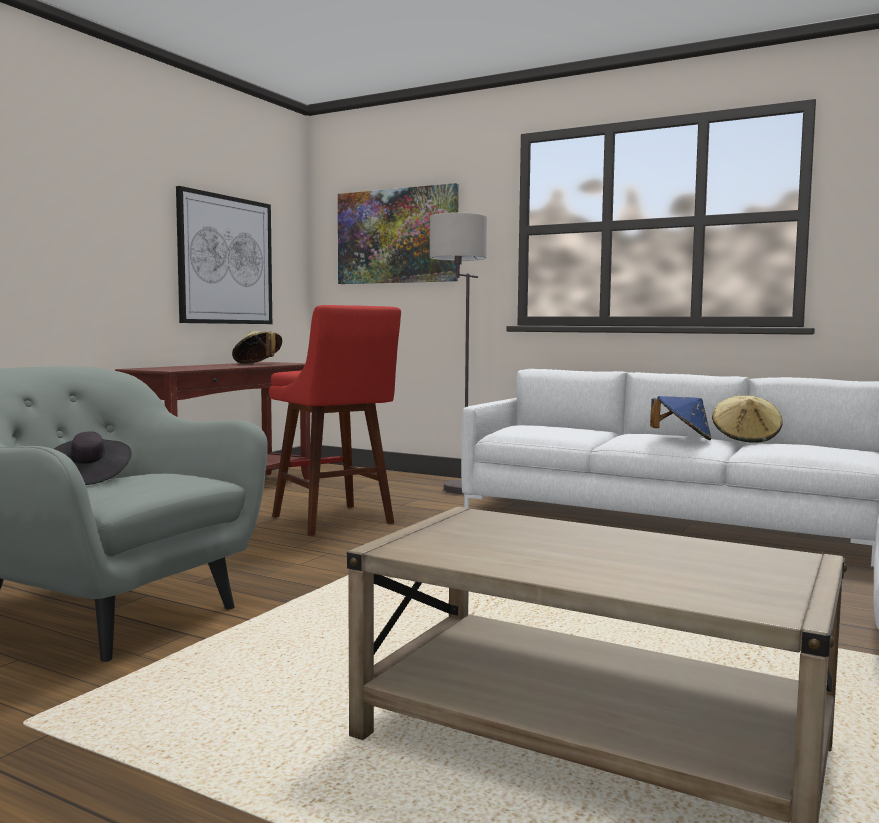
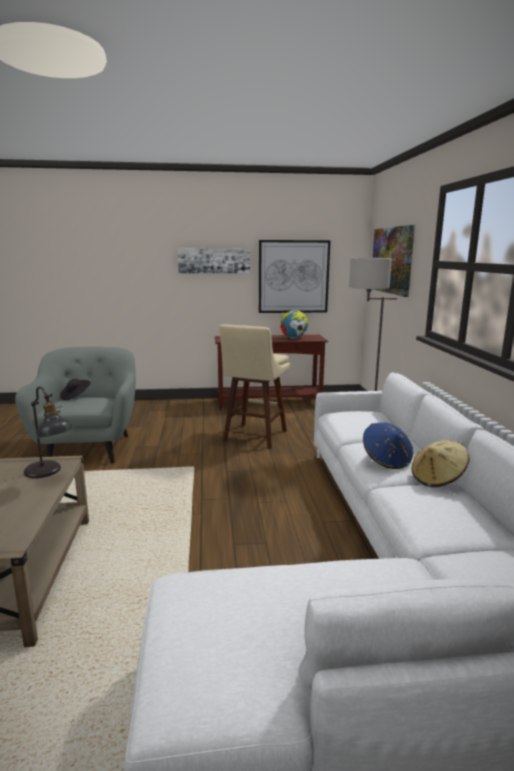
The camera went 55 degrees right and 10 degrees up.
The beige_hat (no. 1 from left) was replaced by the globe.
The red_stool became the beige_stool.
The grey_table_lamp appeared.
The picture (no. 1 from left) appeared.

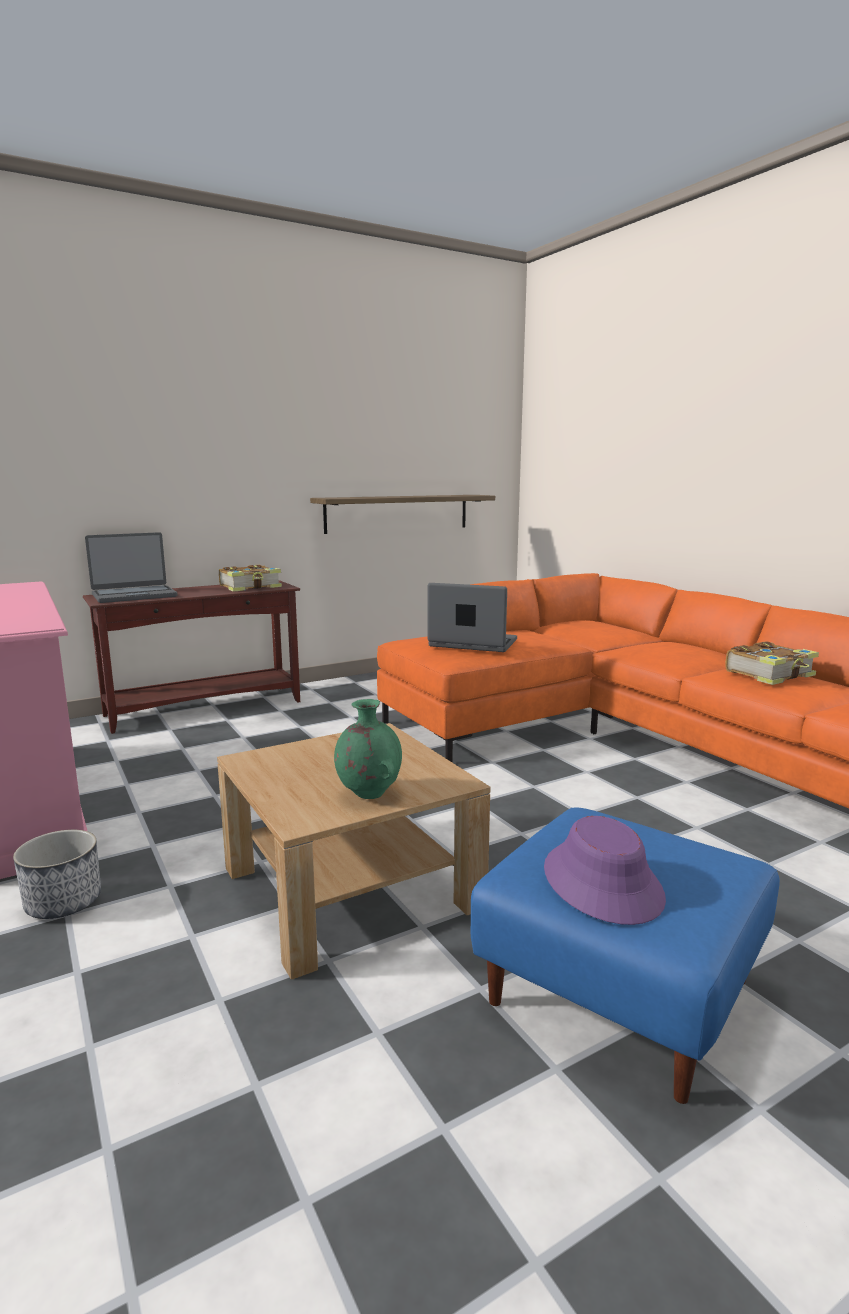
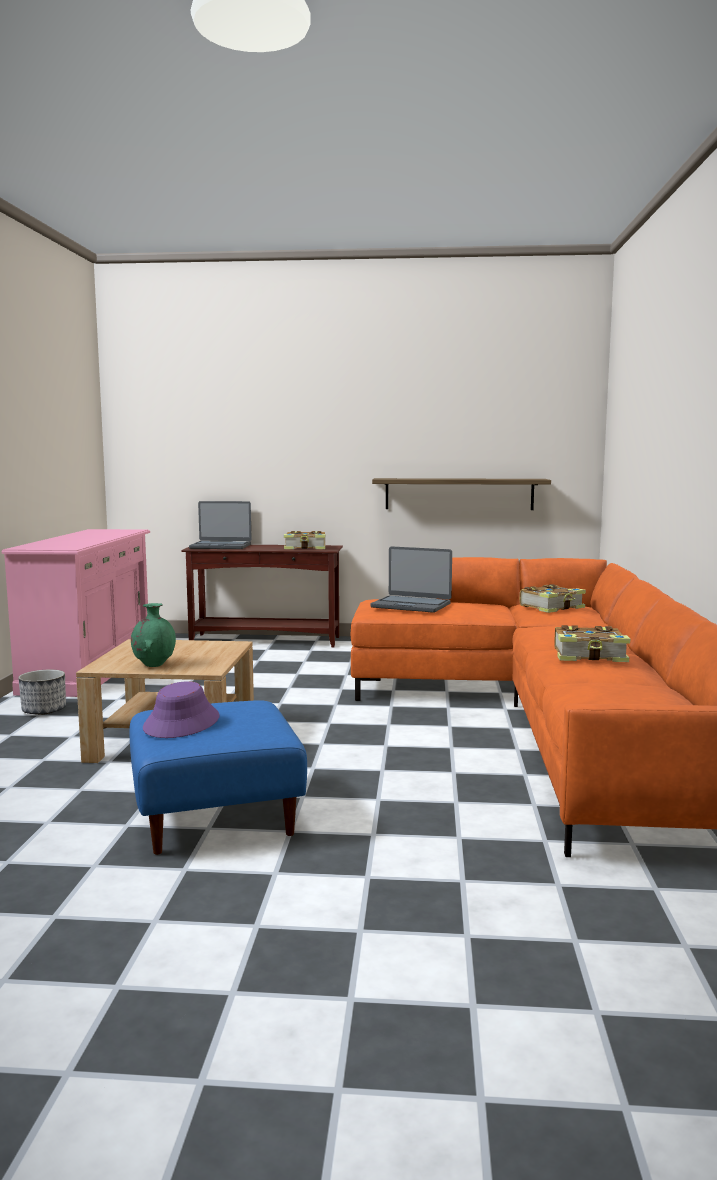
The camera went 35 degrees right and 5 degrees down.
The laptop (no. 2 from left) turned 150 degrees clockwise.
The book (no. 2 from left) appeared.

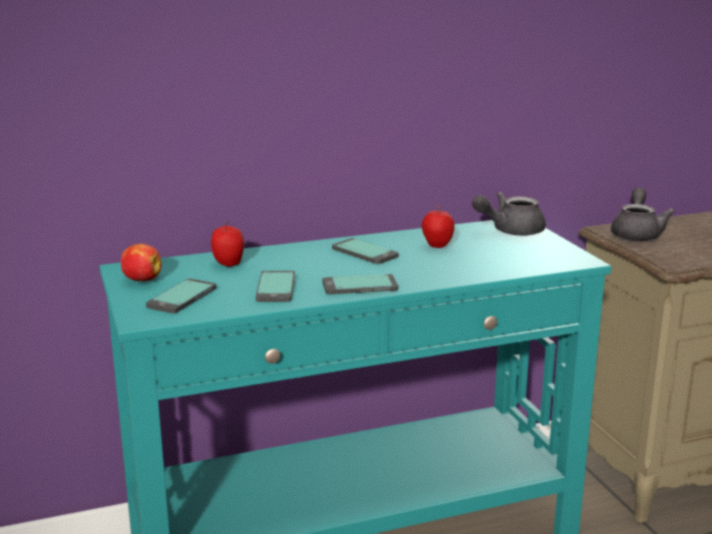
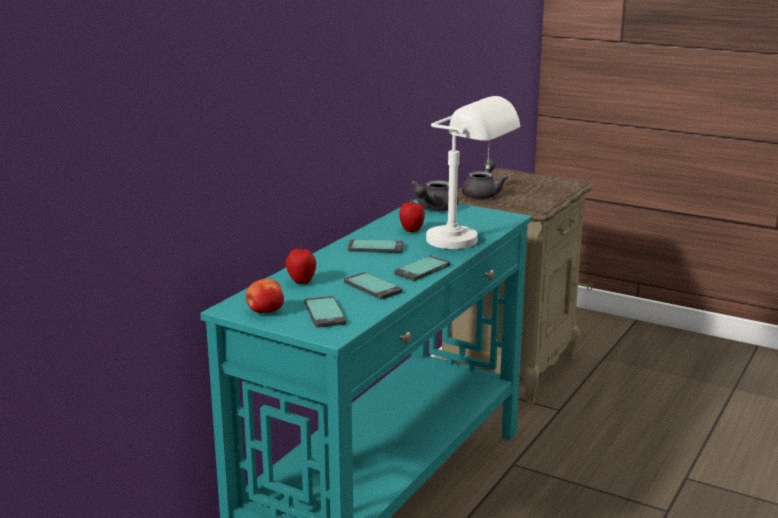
The camera went 40 degrees left and 0 degrees up.
The grey_teapot (no. 2 from left) turned 45 degrees clockwise.
The white_table_lamp appeared.

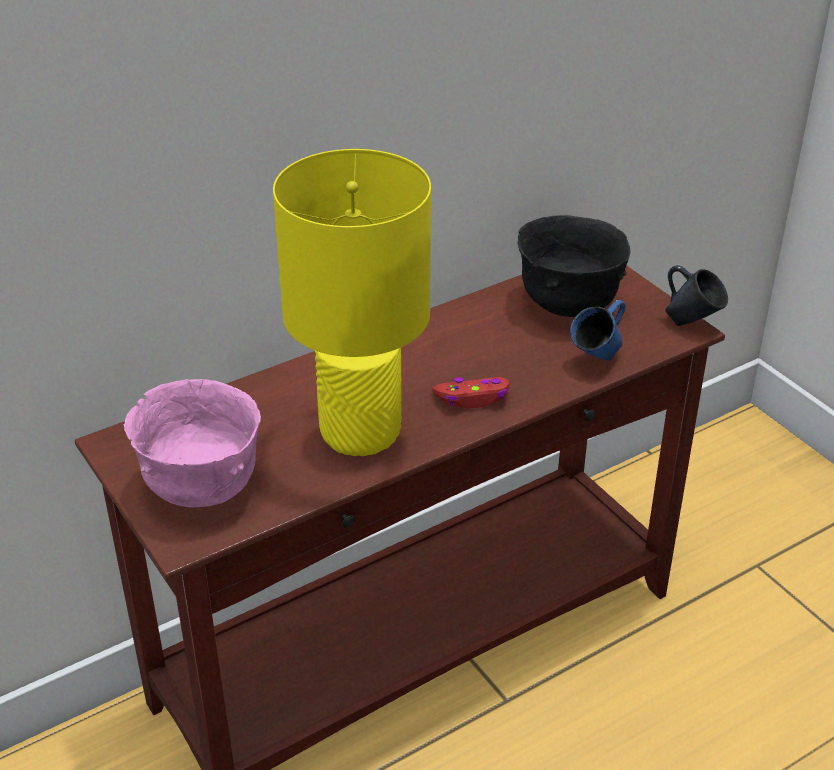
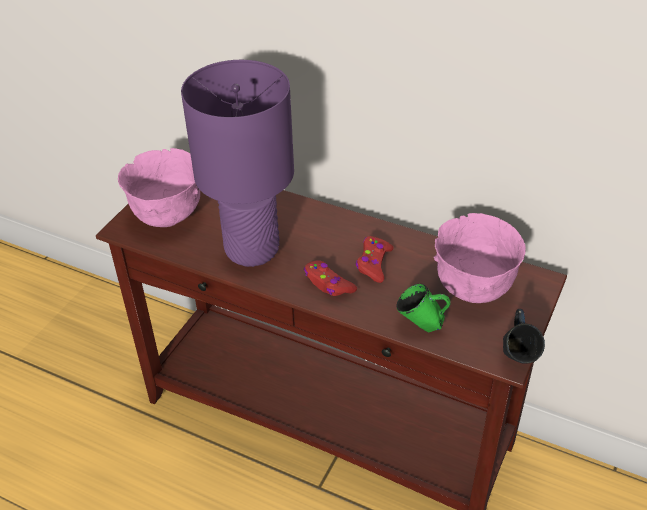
The camera went 60 degrees right and 5 degrees up.
The yellow_table_lamp became the purple_table_lamp.
The black_bowl became the pink_bowl (no. 2 from left).
The blue_mug (no. 1 from left) became the green_mug.
The red_game_controller (no. 2 from left) appeared.

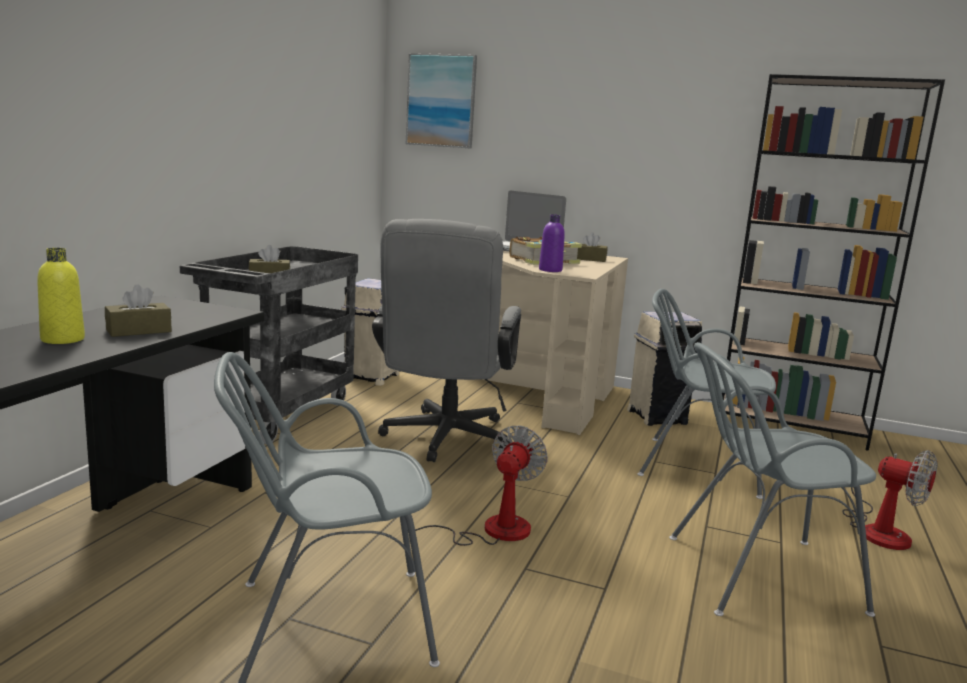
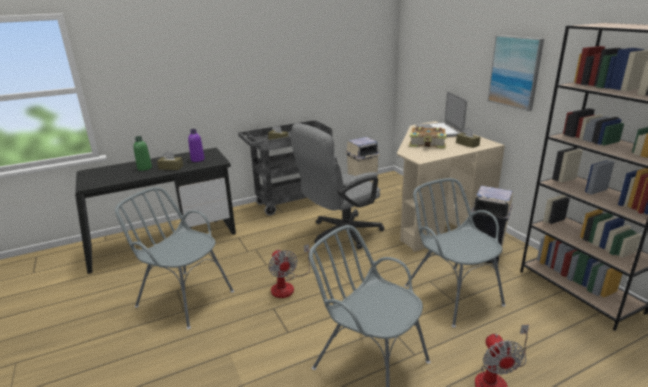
The camera went 45 degrees right and 10 degrees up.
The yellow_bottle became the green_bottle.
The picture moved.
The fan (no. 1 from left) turned 90 degrees clockwise.
The purple_bottle moved.

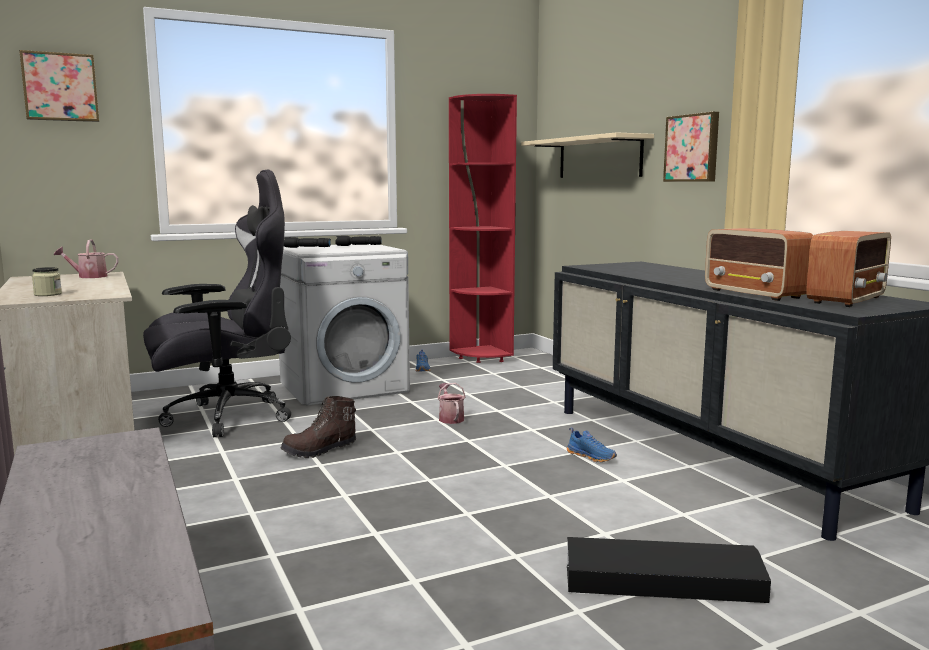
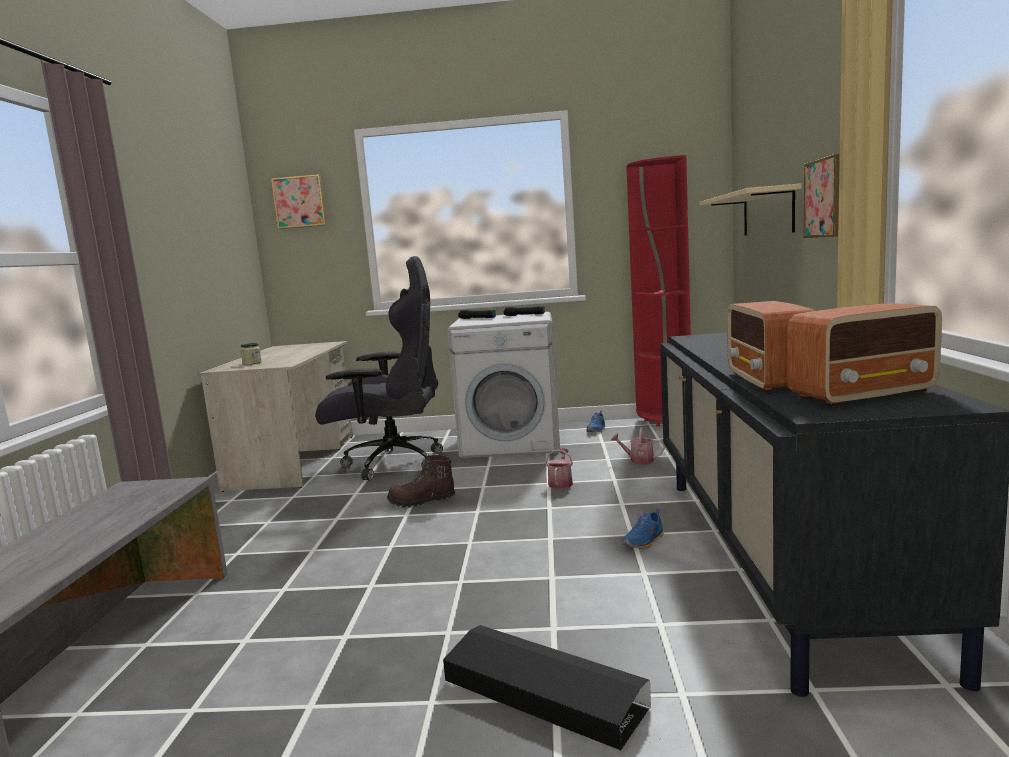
The camera went 30 degrees right and 0 degrees up.
The watering_can (no. 1 from left in the first image) moved.
The blue_shoe (no. 2 from left) turned 60 degrees clockwise.

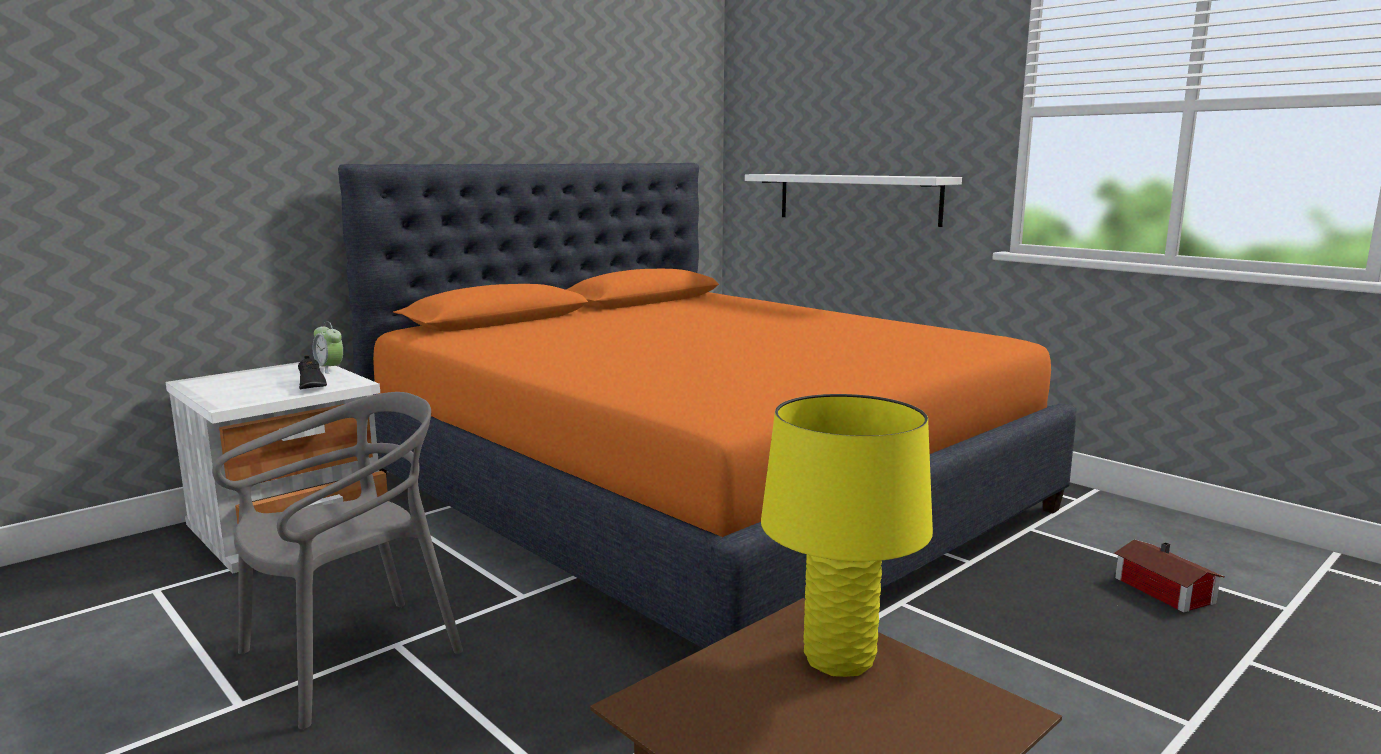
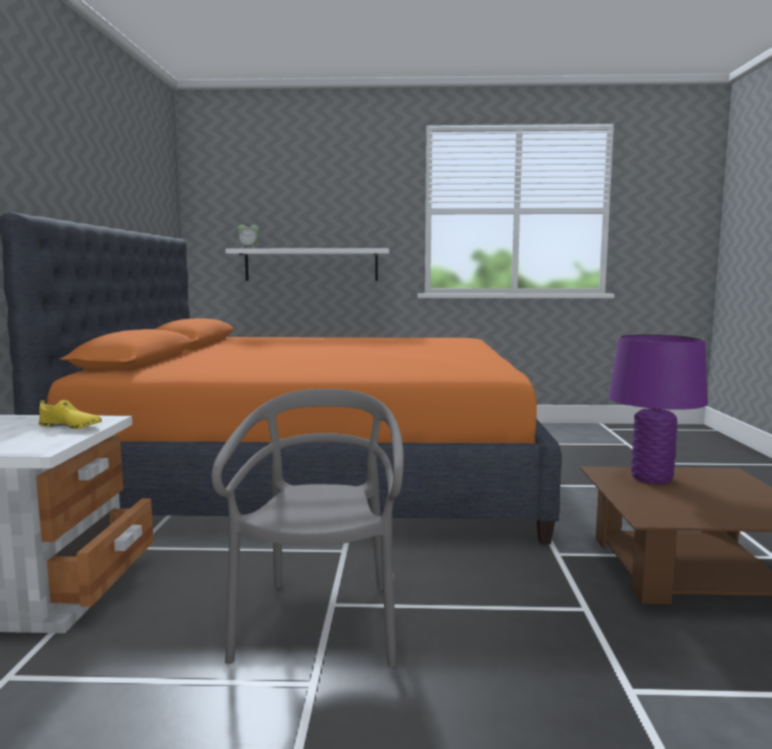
The camera went 45 degrees left and 5 degrees down.
The black_shoe became the yellow_shoe.
The alarm_clock moved.
The yellow_table_lamp became the purple_table_lamp.
The toy_house disappeared.

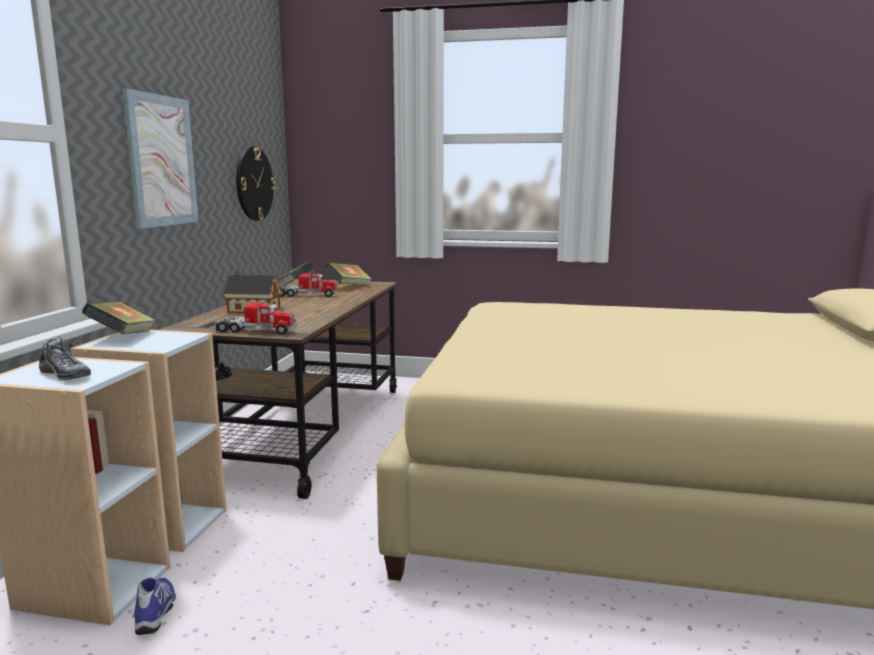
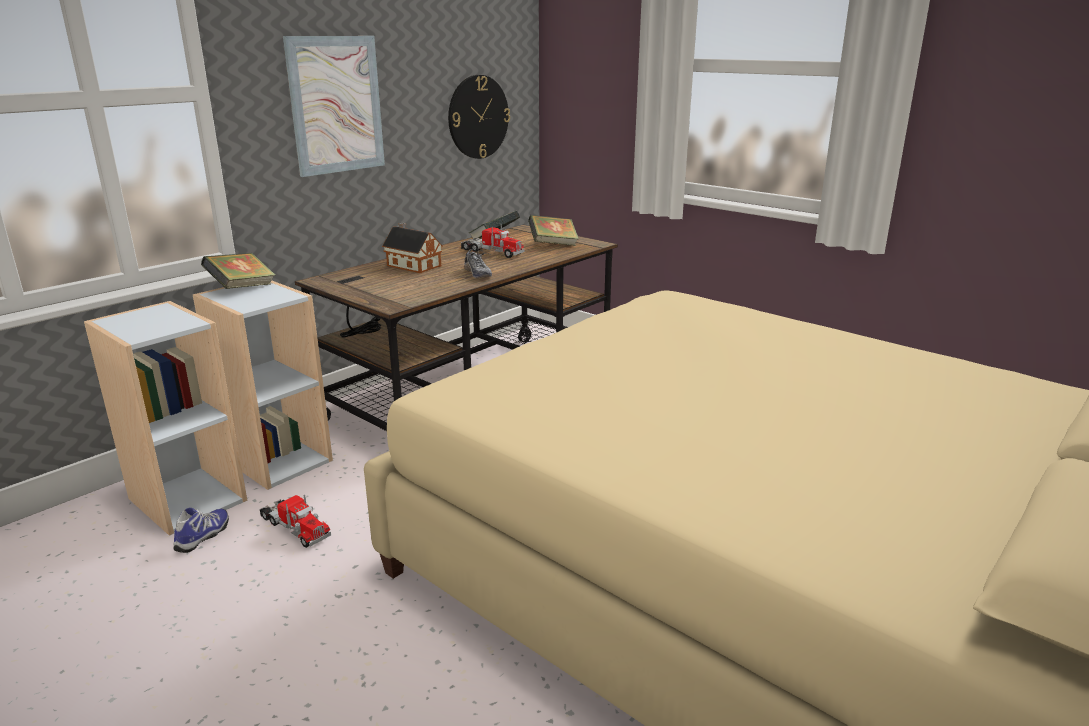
The camera went 30 degrees right and 10 degrees up.
The shoe (no. 1 from left in the first image) moved.
The toy_truck (no. 1 from left) moved.

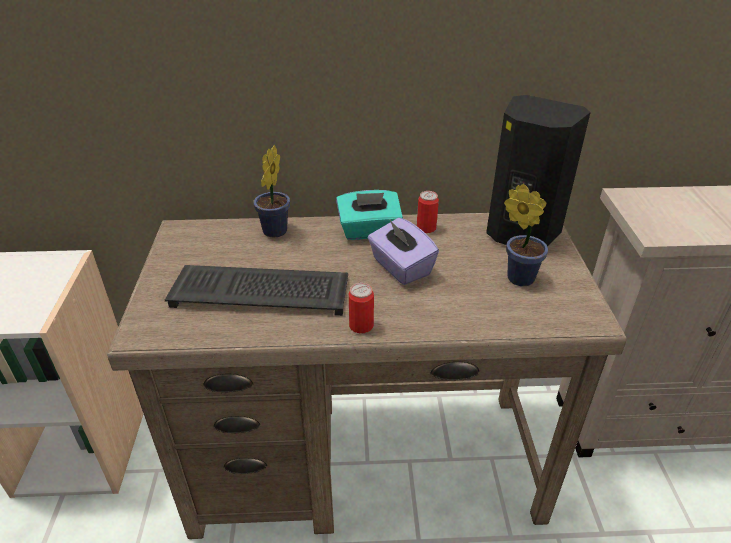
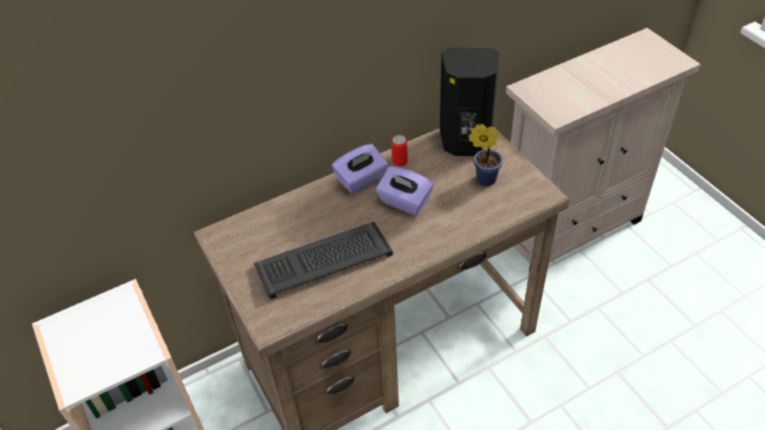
The camera went 25 degrees left and 10 degrees up.
The potted_plant (no. 1 from left) disappeared.
The turquoise_tissue_box became the purple_tissue_box (no. 1 from left).
The can (no. 1 from left) disappeared.

